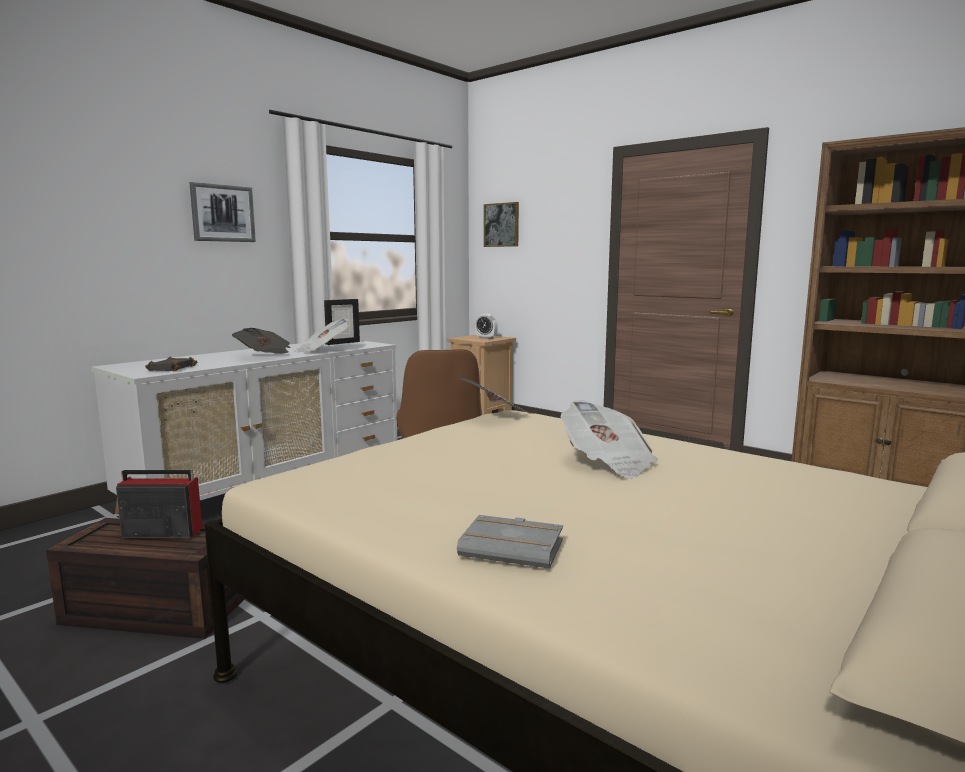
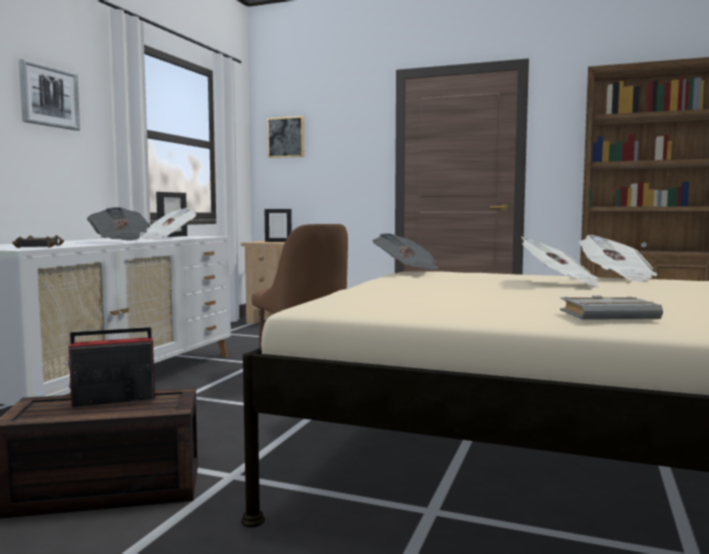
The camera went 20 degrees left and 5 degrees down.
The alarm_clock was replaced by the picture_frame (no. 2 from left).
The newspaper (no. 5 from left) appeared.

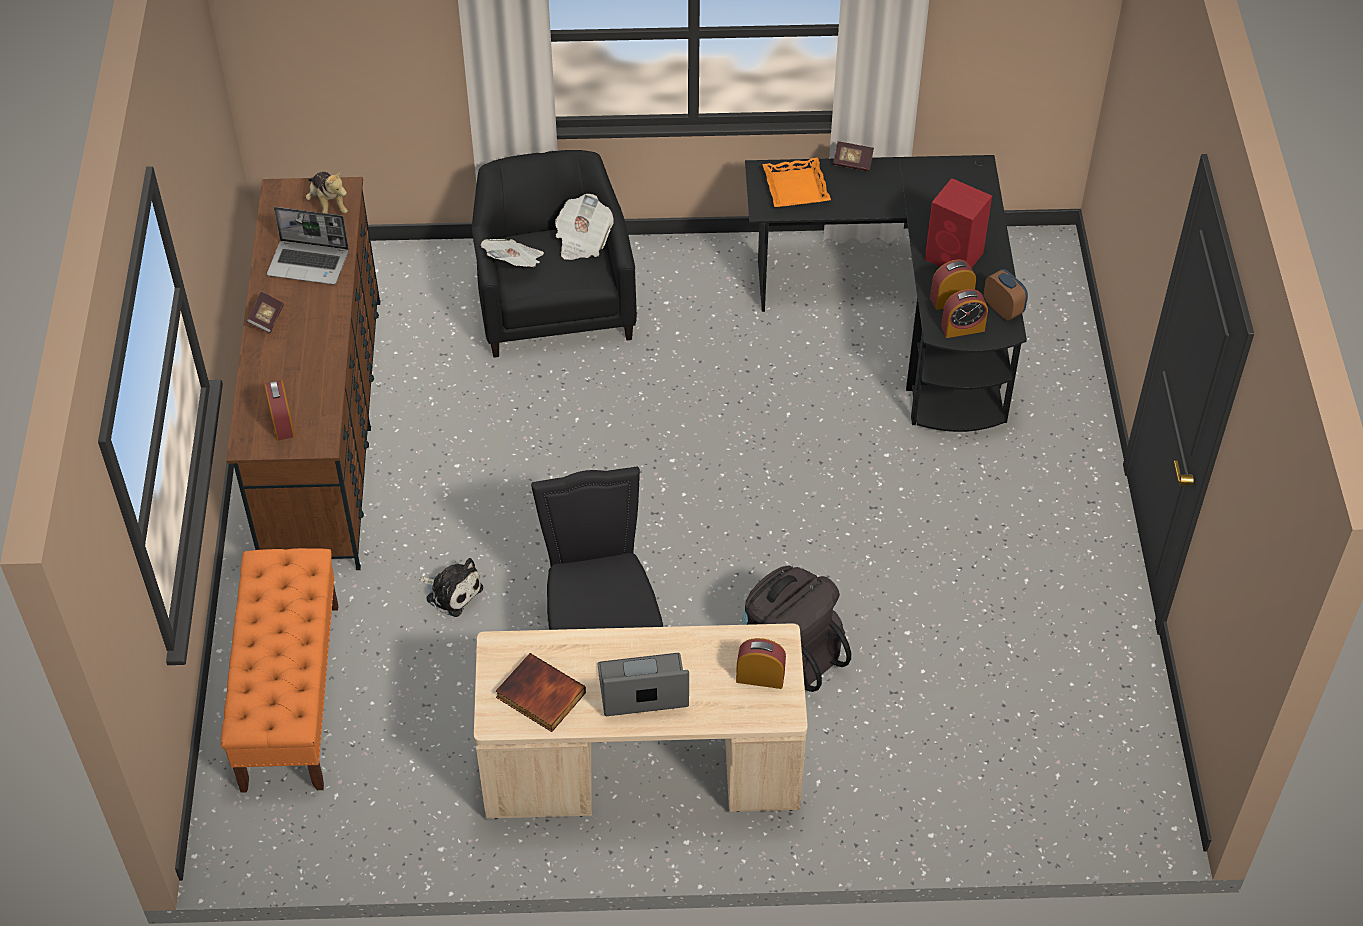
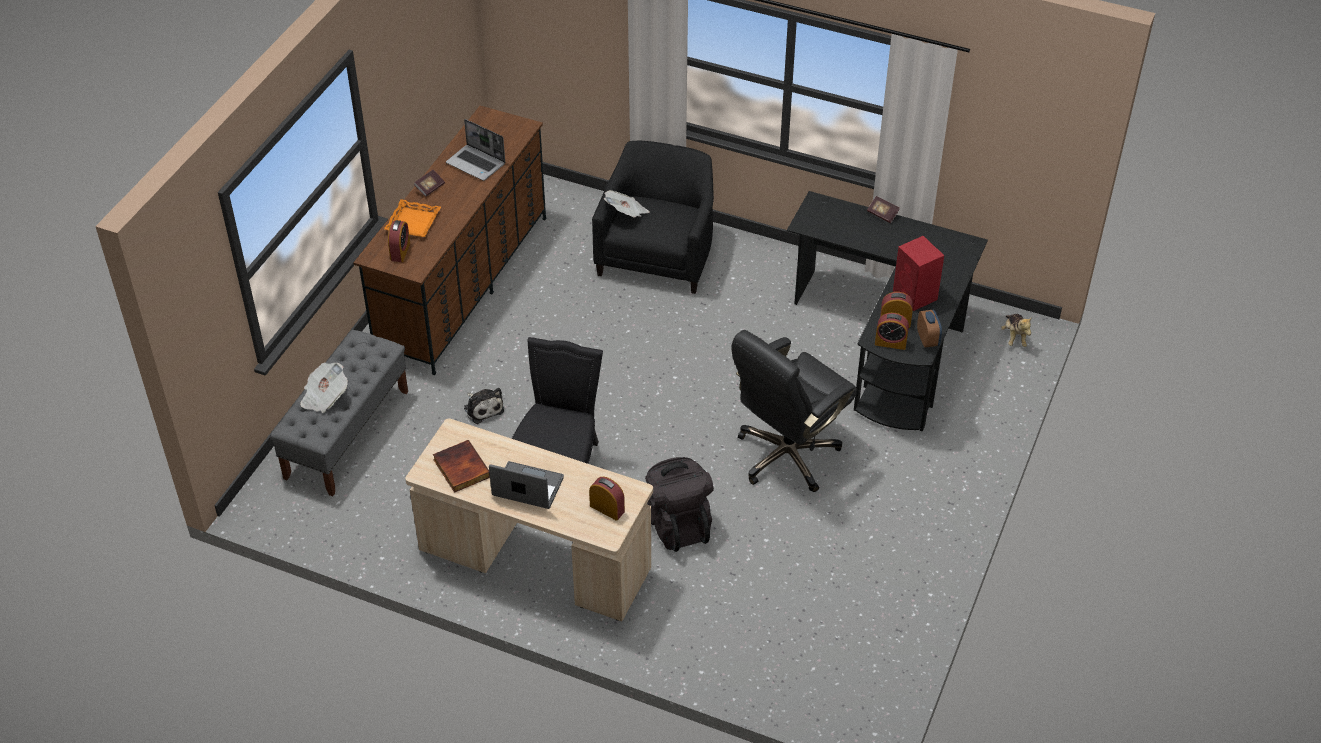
The camera went 25 degrees right and 5 degrees down.
The orange_bench became the grey_bench.
The plush_toy (no. 1 from left in the first image) moved.
The newspaper (no. 2 from left in the first image) moved.
The orange_tray moved.
The black_office_chair appeared.

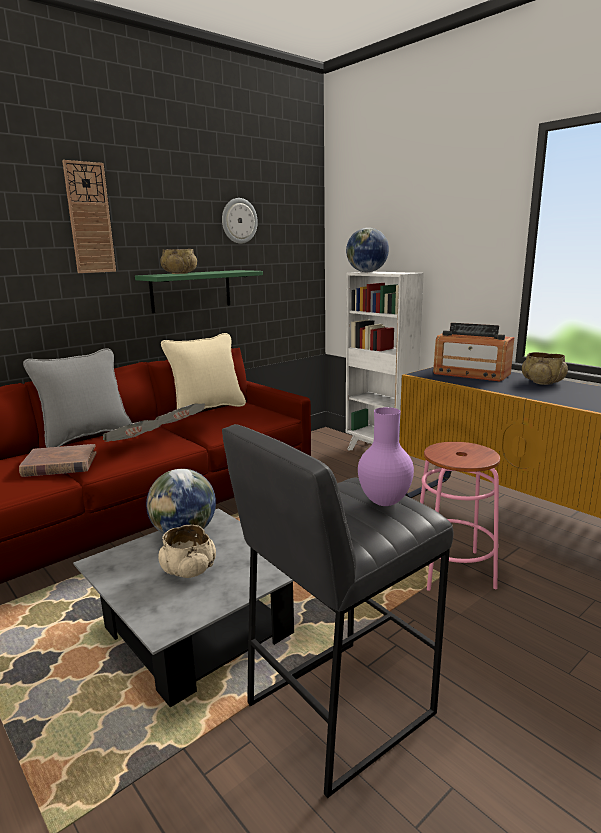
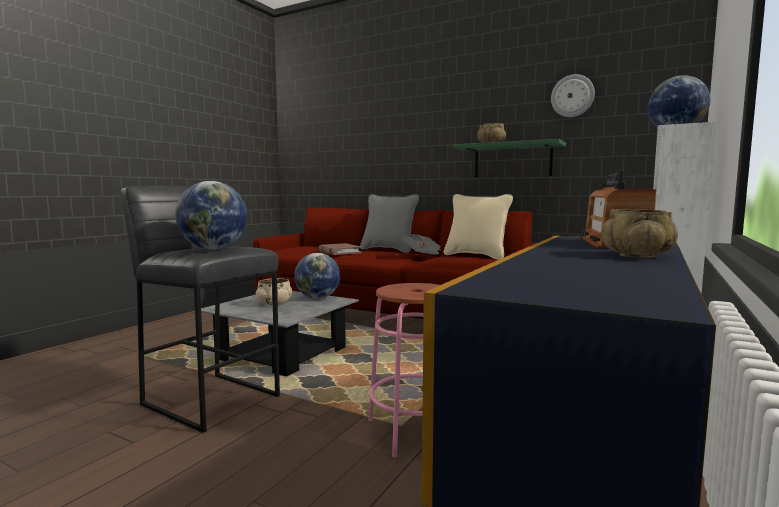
The camera went 70 degrees right and 10 degrees down.
The wall_clock (no. 1 from left) disappeared.
The newspaper (no. 1 from left) disappeared.
The purple_vase was replaced by the globe (no. 1 from left).

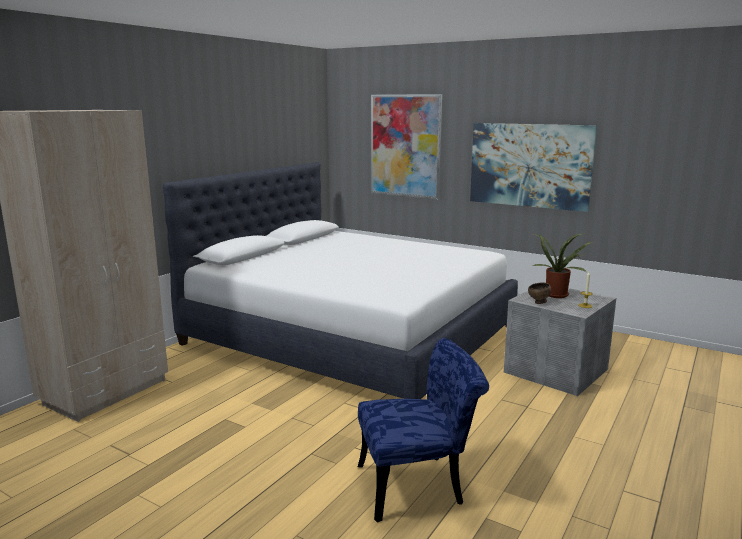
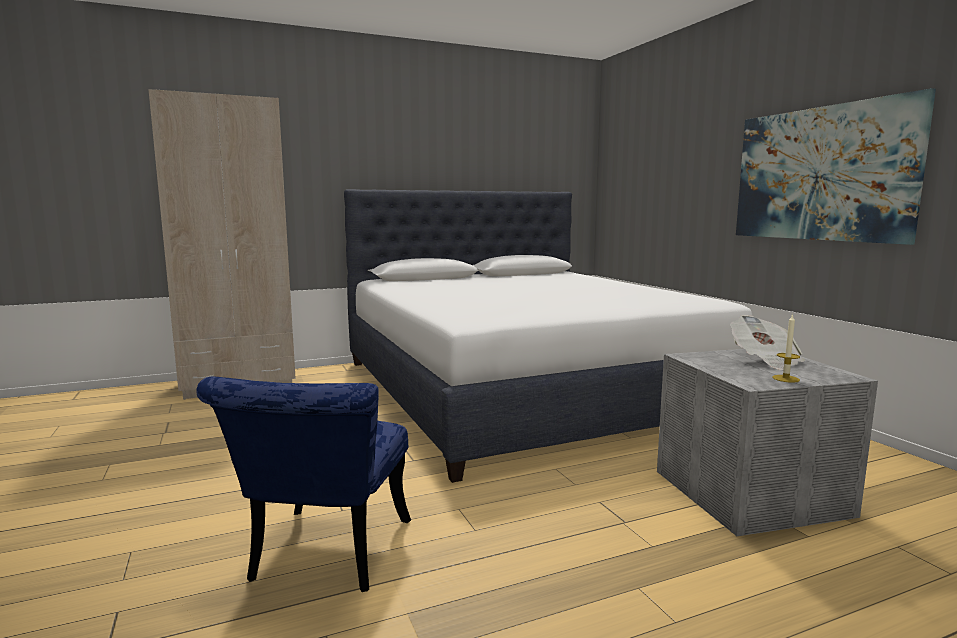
The camera went 35 degrees right and 5 degrees down.
The blue_chair turned 75 degrees clockwise.
The picture (no. 1 from left) disappeared.
The brown_bowl disappeared.
The potted_plant was replaced by the newspaper.

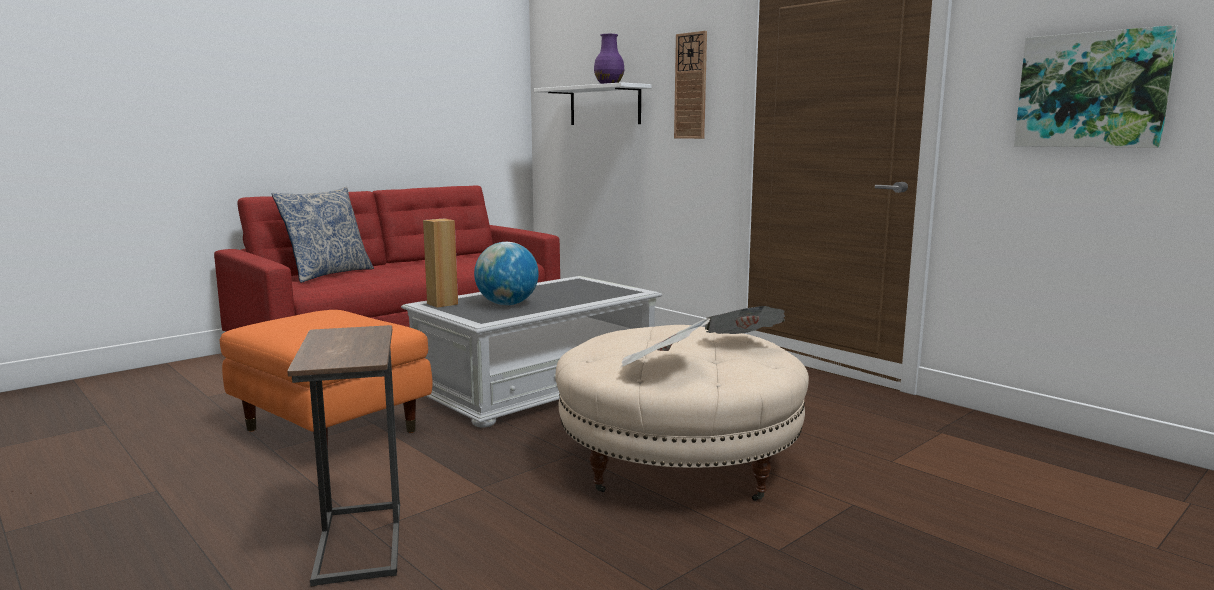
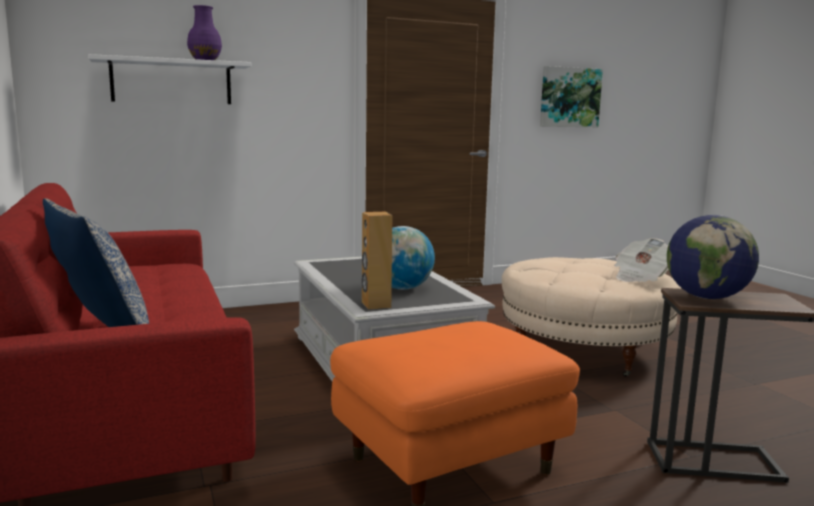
The camera went 70 degrees left and 0 degrees up.
The wall_clock disappeared.
The newspaper (no. 2 from left) disappeared.
The globe (no. 2 from left) appeared.

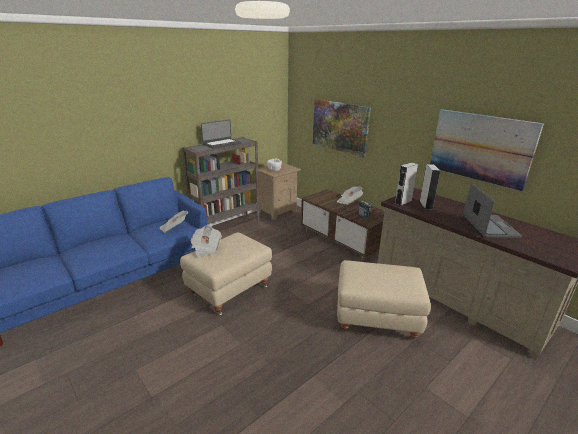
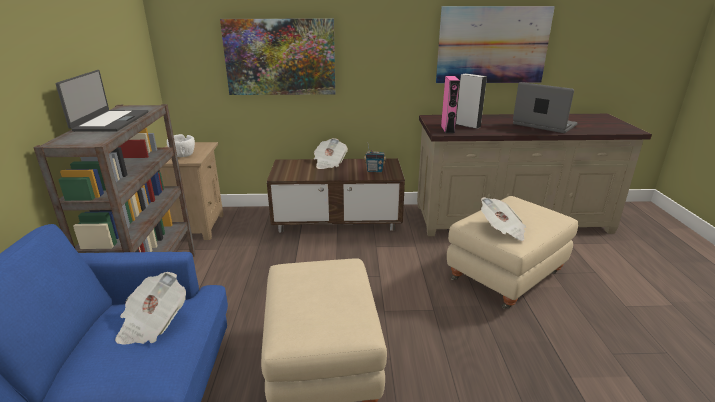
The camera went 50 degrees left and 0 degrees up.
The newspaper (no. 2 from left in the first image) moved.
The grey_speaker (no. 1 from left) became the pink_speaker.

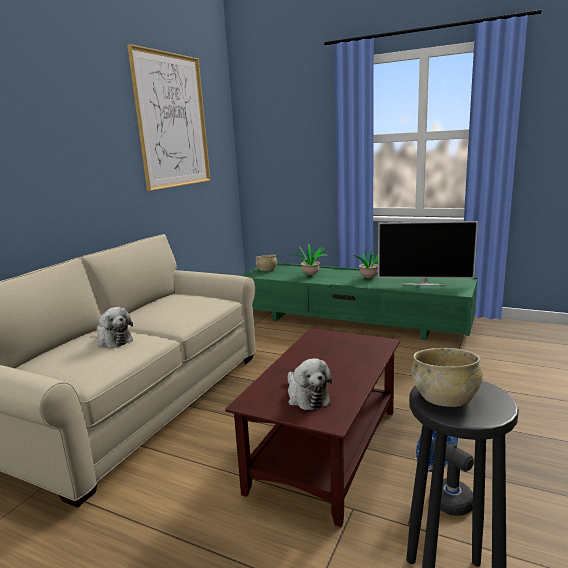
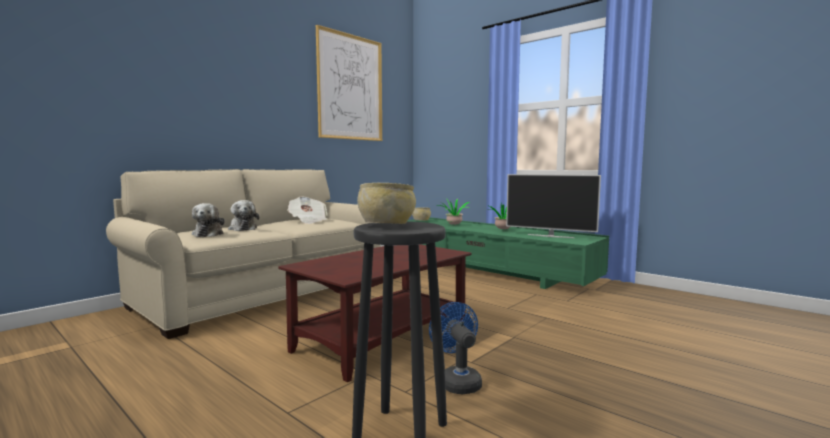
The camera went 15 degrees right and 10 degrees down.
The plush_toy (no. 2 from left in the first image) moved.
The newspaper appeared.

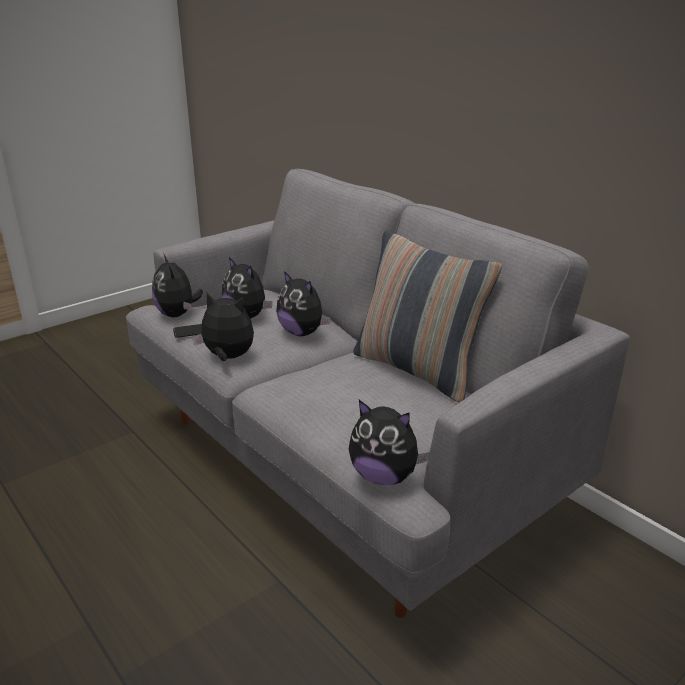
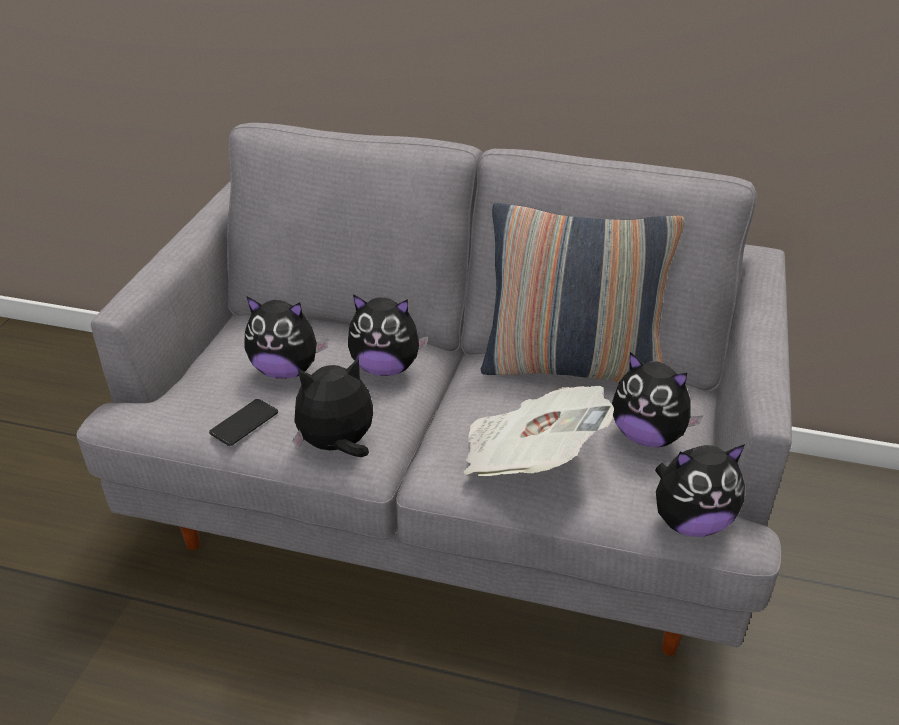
The camera went 35 degrees left and 10 degrees up.
The plush_toy (no. 1 from left in the first image) moved.
The newspaper appeared.

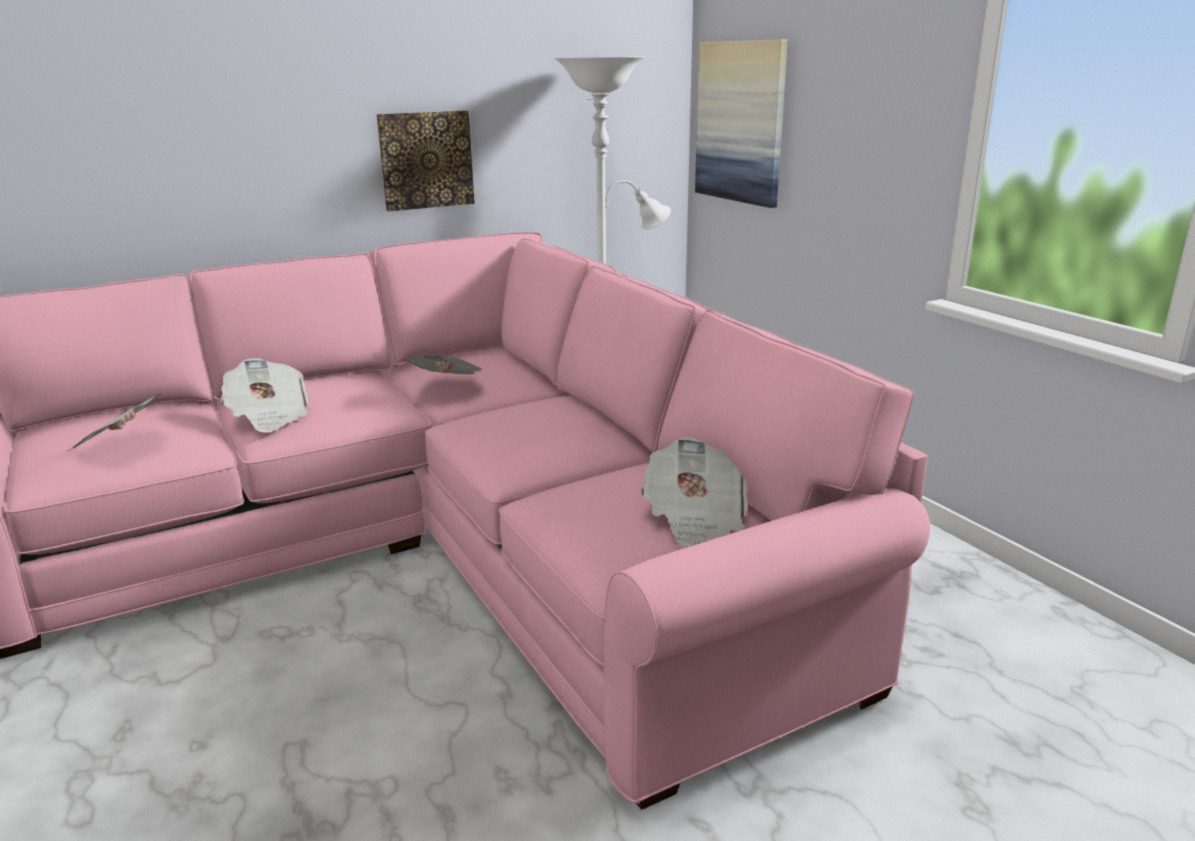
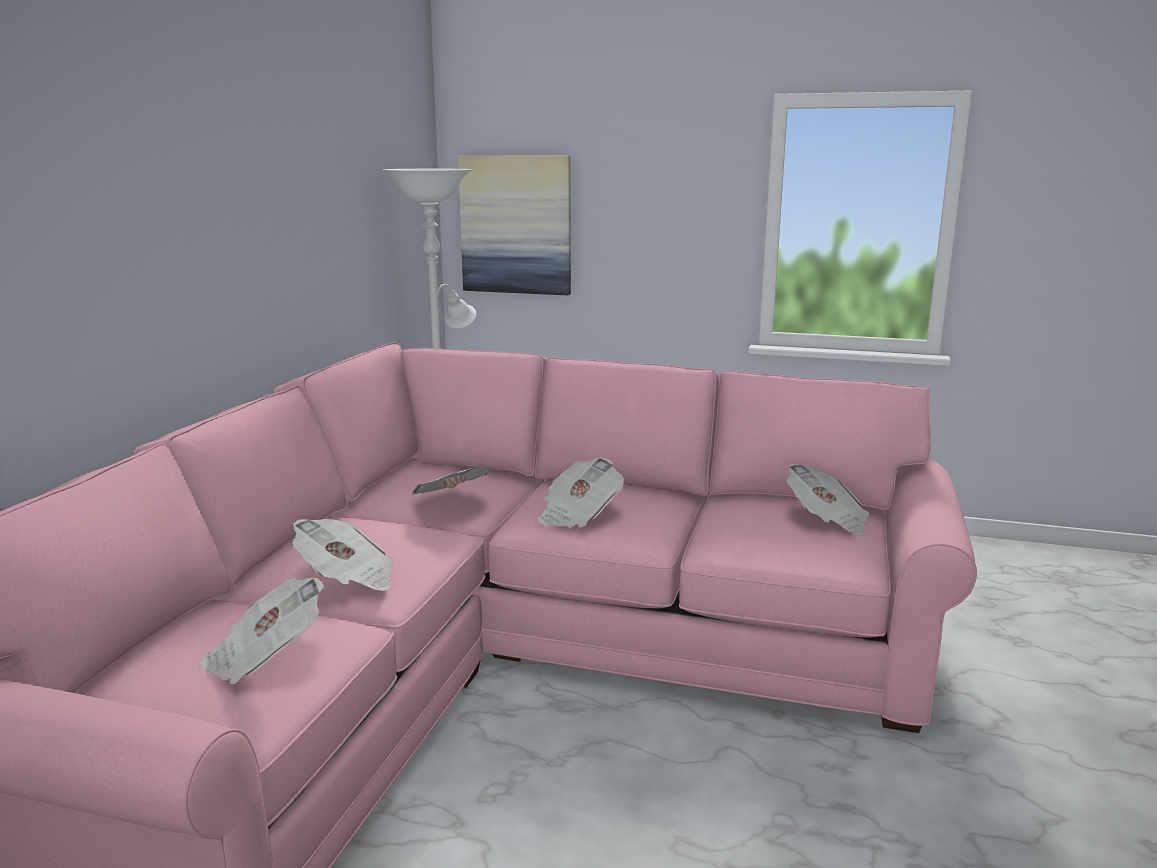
The camera went 45 degrees left and 5 degrees down.
The picture (no. 1 from left) disappeared.
The newspaper (no. 4 from left) appeared.

